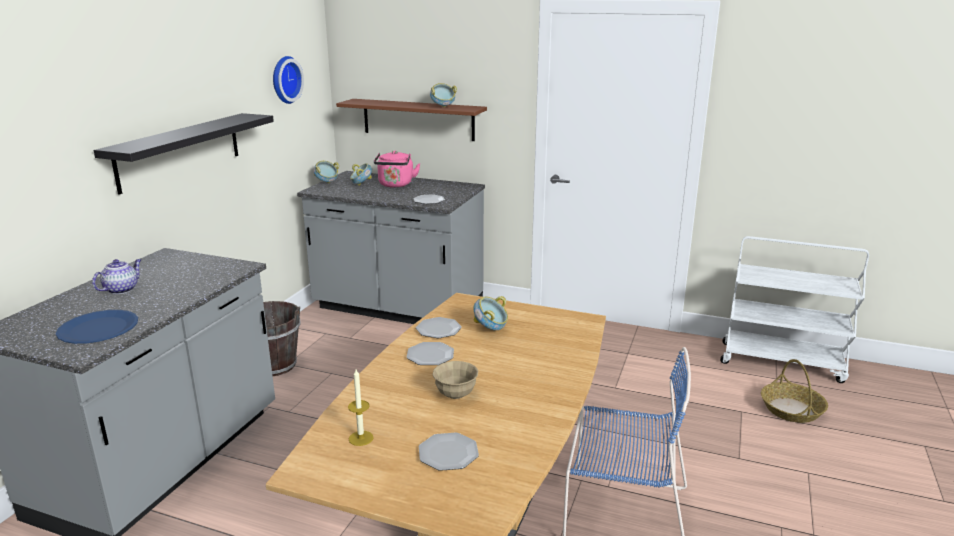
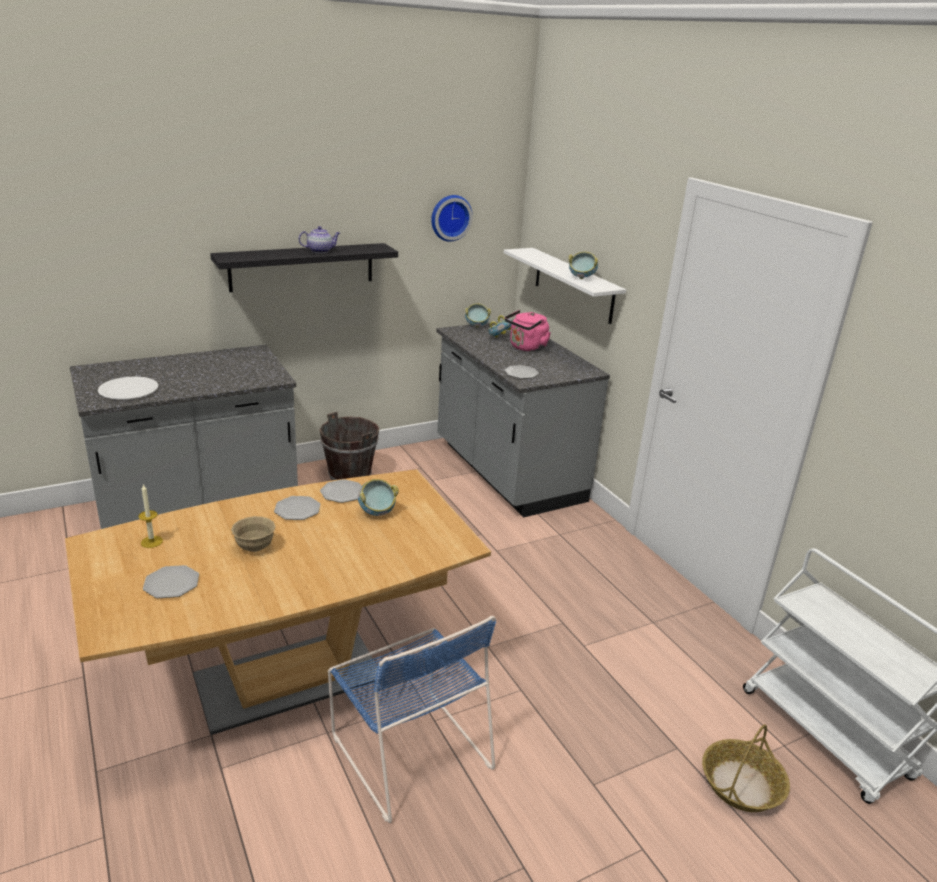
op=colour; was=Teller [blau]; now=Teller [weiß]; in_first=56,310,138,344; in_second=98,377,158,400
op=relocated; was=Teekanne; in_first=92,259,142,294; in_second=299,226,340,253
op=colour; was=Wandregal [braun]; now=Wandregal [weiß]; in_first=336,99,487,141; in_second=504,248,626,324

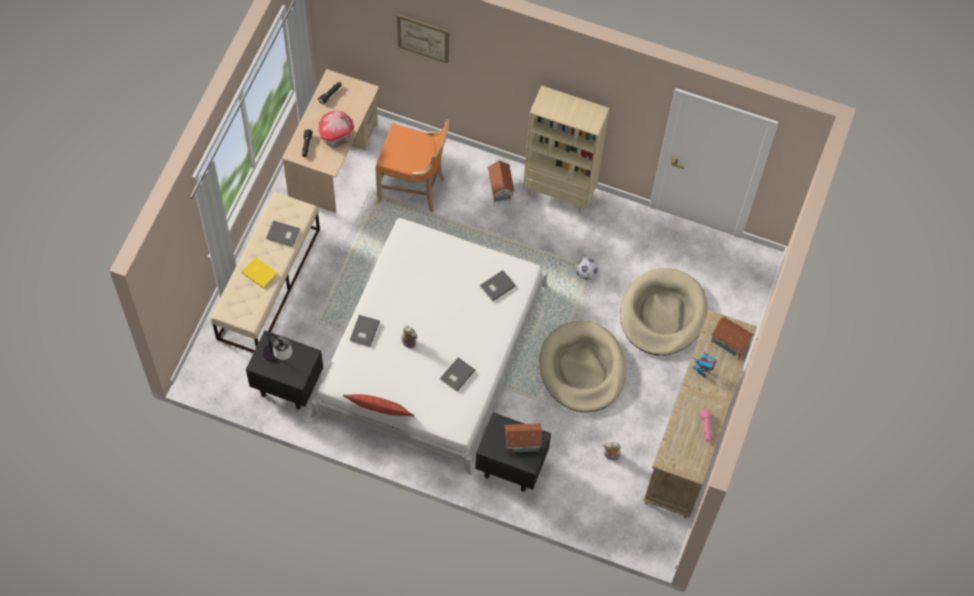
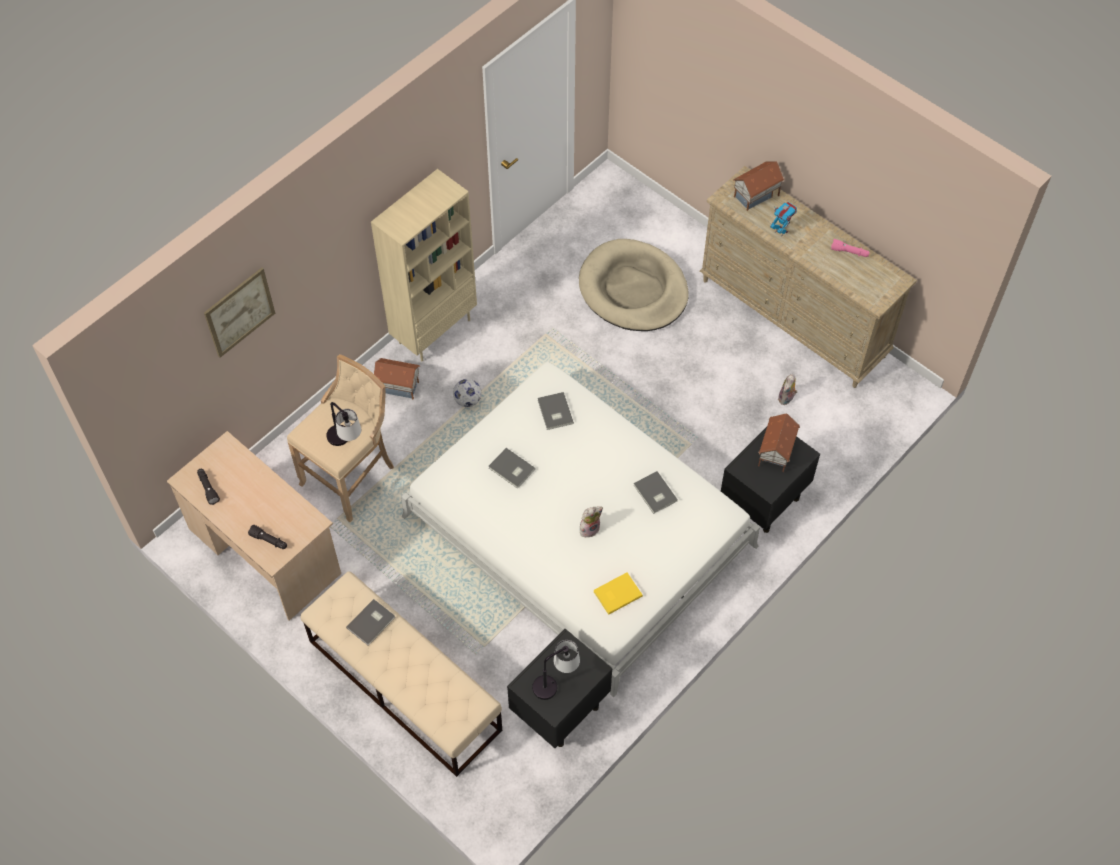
op=colour; was=Hocker [orange]; now=Hocker [beige]; in_first=375,119,449,212; in_second=287,354,394,522
op=appeared; now=Tischlampe; in_second=326,402,361,446
op=relocated; was=Fußball; in_first=576,258,599,280; in_second=453,379,482,407
op=relocated; was=Buch [grau]; in_first=350,315,380,347; in_second=489,448,535,489
op=relocated; was=Buch [gelb]; in_first=242,257,278,289; in_second=594,572,643,615
op=missing; was=Spielzeughaus; in_first=319,111,354,148
op=missing; was=Kissen; in_first=343,394,415,417
op=missing; was=Hundebett [beige]; in_first=539,320,626,412

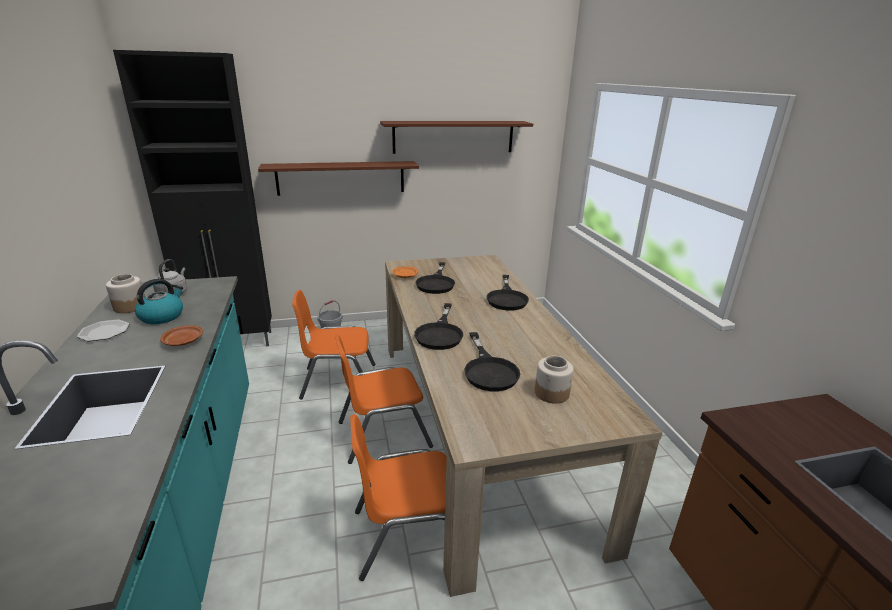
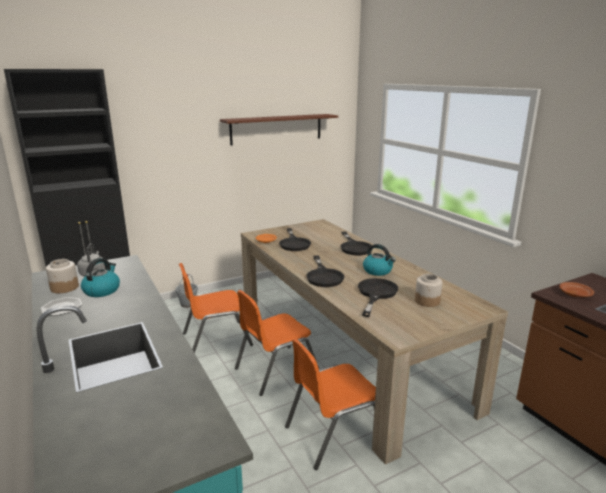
op=spun; was=Pfanne [schwarz]; in_first=464,332,520,391; in_second=358,278,398,317; clockwise=-135
op=appeared; now=Wasserkessel; in_second=363,244,396,276
op=relocated; was=Teller [braun]; in_first=160,325,203,346; in_second=559,282,594,297
op=missing; was=Wandregal [braun]; in_first=258,161,419,196

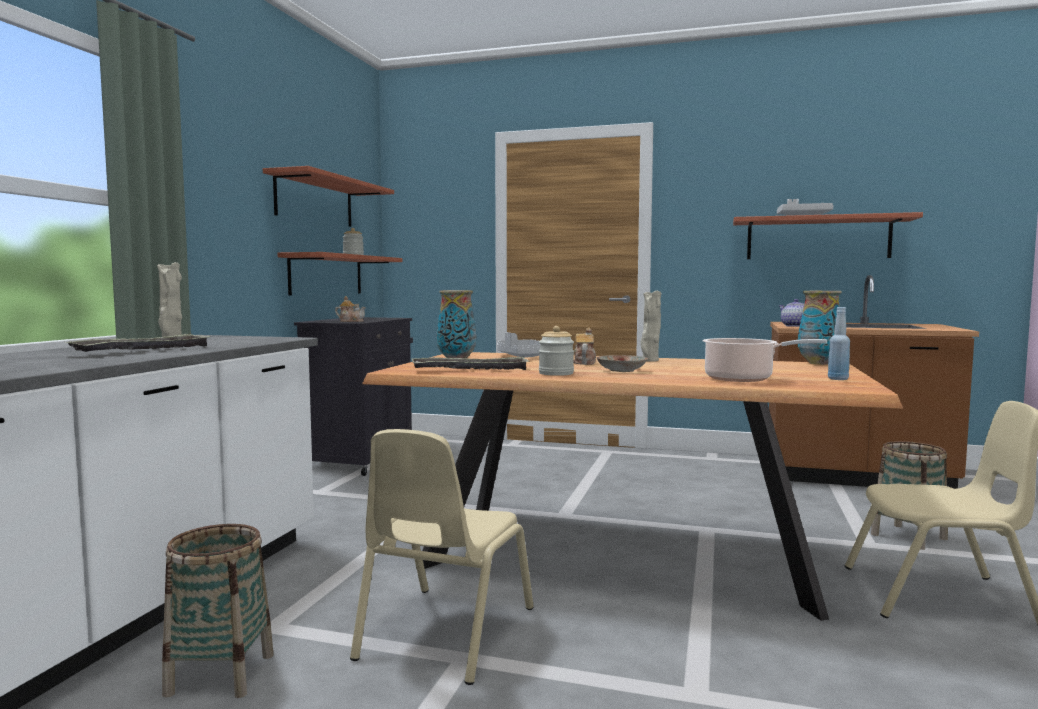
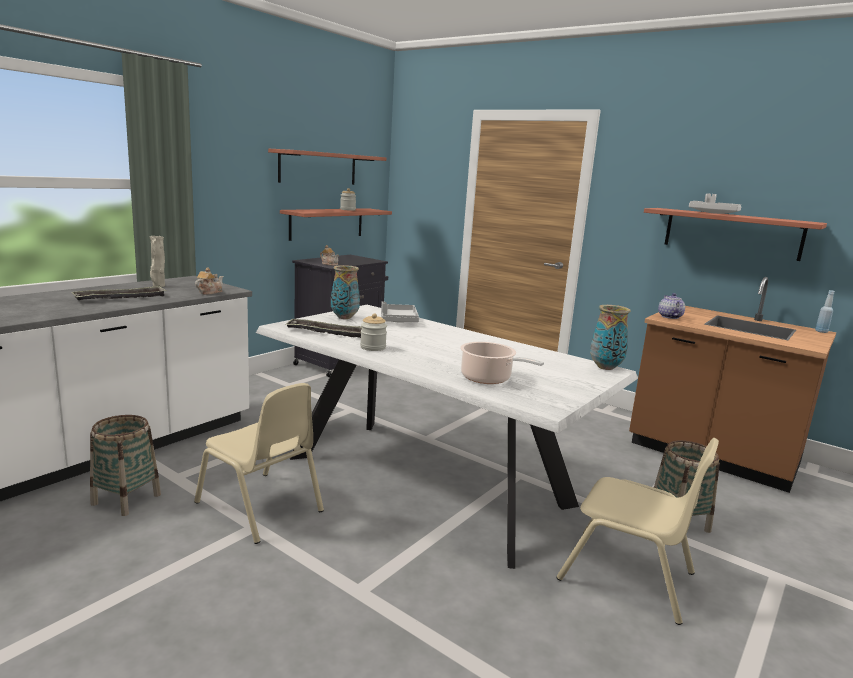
op=spun; was=Stuhl [beige]; in_first=350,429,534,685; in_second=194,383,324,544; clockwise=-90
op=relocated; was=Teekanne; in_first=574,328,596,365; in_second=195,268,223,295
op=colour; was=Esstisch [braun]; now=Esstisch [weiß]; in_first=362,352,903,621; in_second=256,305,638,569
op=relocated; was=Flasche [blau]; in_first=828,307,850,380; in_second=815,290,835,333
op=missing; was=Teller; in_first=596,355,648,372
op=missing; was=Vase [beige]; in_first=640,291,662,362

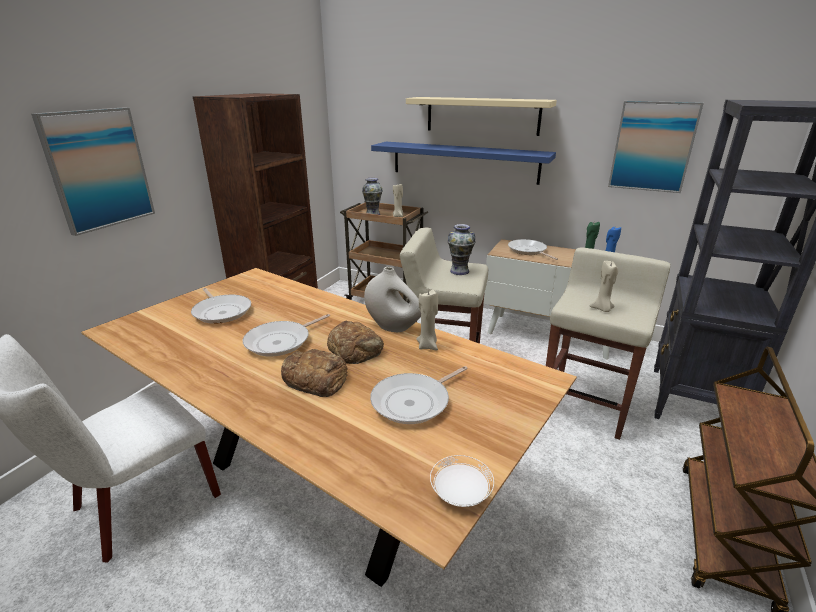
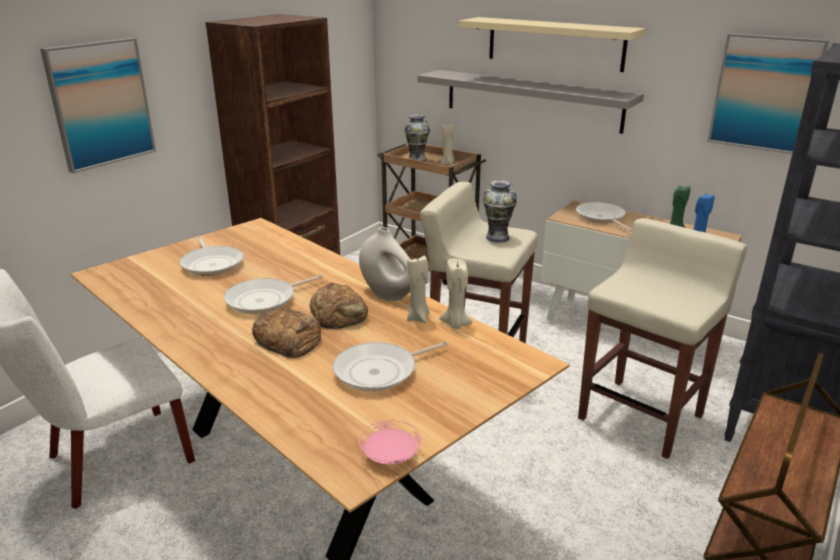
op=colour; was=Teller [weiß]; now=Teller [rosa]; in_first=430,455,494,507; in_second=359,420,422,464
op=colour; was=Wandregal [blau]; now=Wandregal [grau]; in_first=371,142,556,185; in_second=418,70,644,134
op=relocated; was=Kerze [beige]; in_first=590,261,618,312; in_second=439,259,473,329

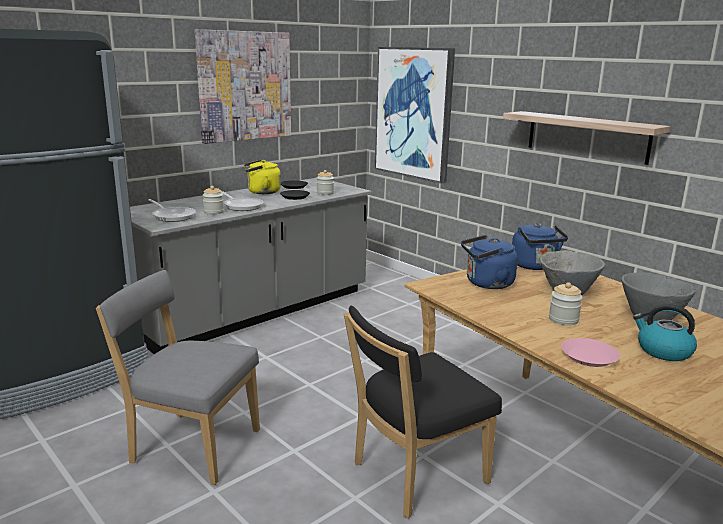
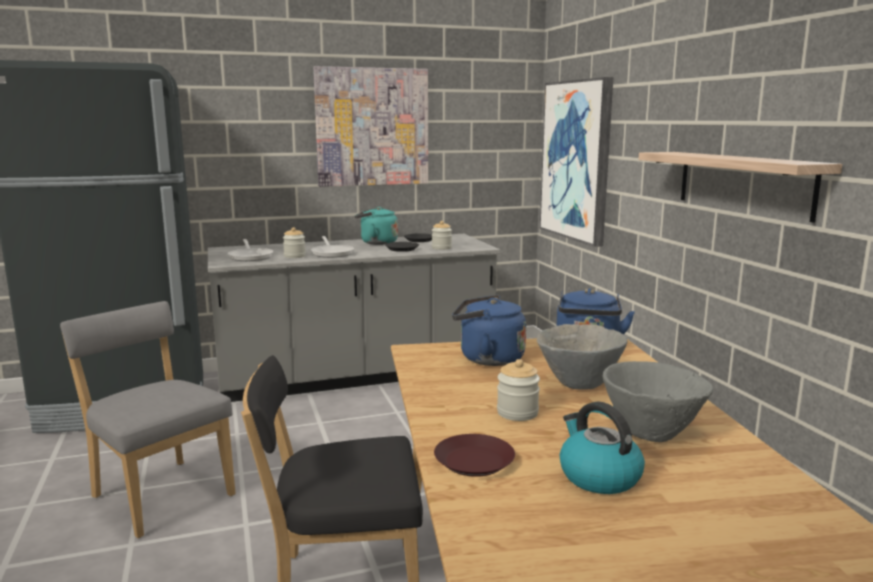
op=colour; was=Wasserkessel [gelb]; now=Wasserkessel [türkis]; in_first=244,160,281,194; in_second=355,207,398,245
op=colour; was=Teller [rosa]; now=Teller [braun]; in_first=561,338,620,367; in_second=434,434,515,477

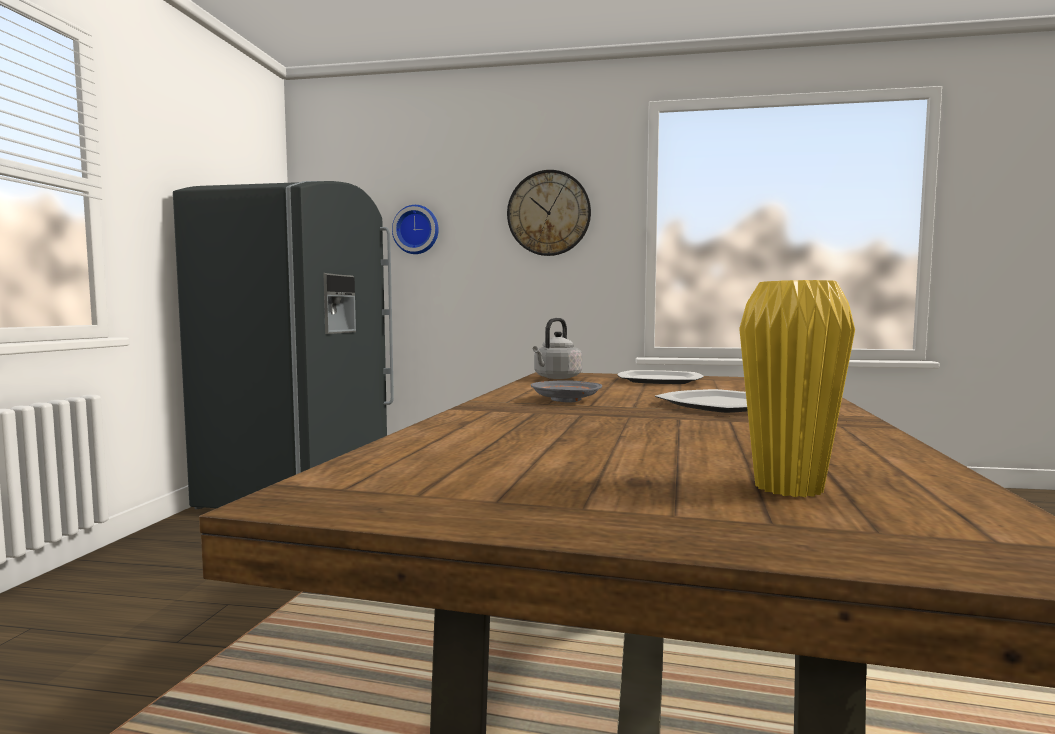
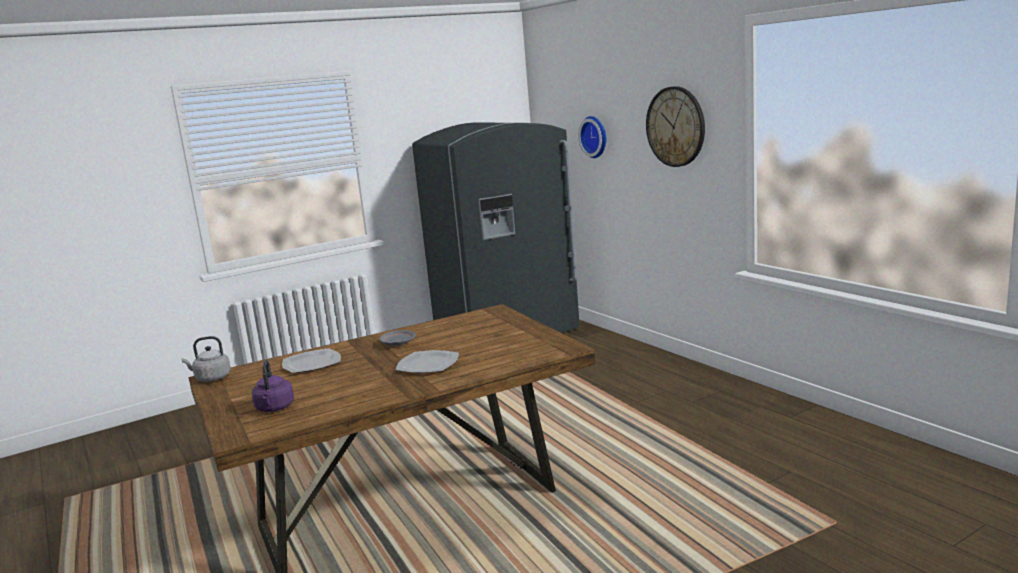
op=relocated; was=Wasserkessel [grau]; in_first=533,318,582,379; in_second=181,336,231,382
op=exchanged; was=Vase [gelb]; now=Wasserkessel [lila]; in_first=739,280,855,497; in_second=252,360,294,412
op=relocated; was=Teller; in_first=617,370,703,384; in_second=282,349,341,373

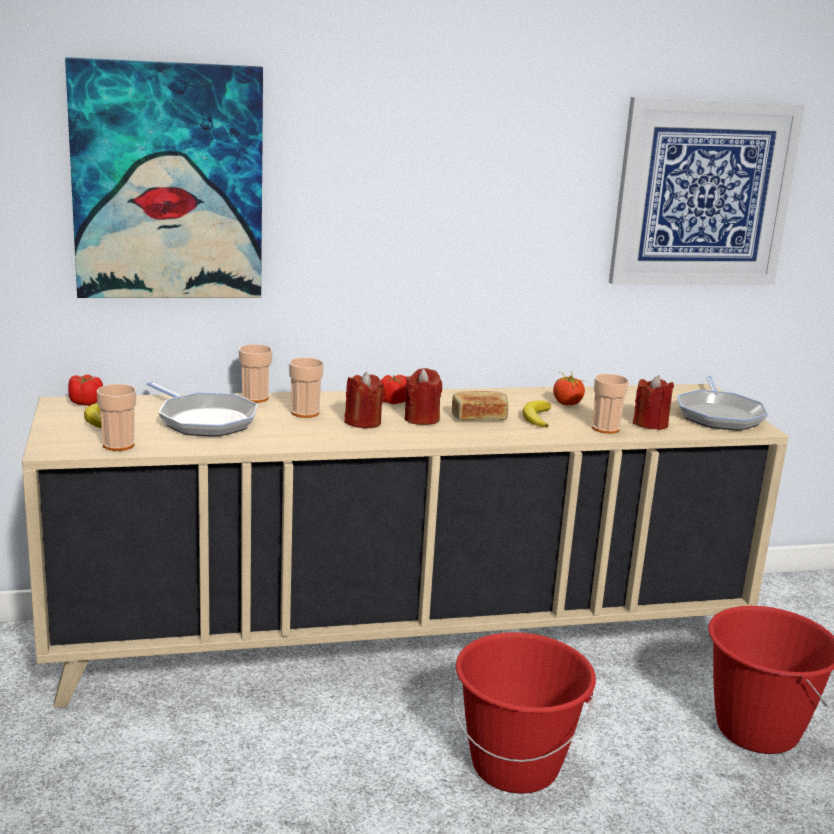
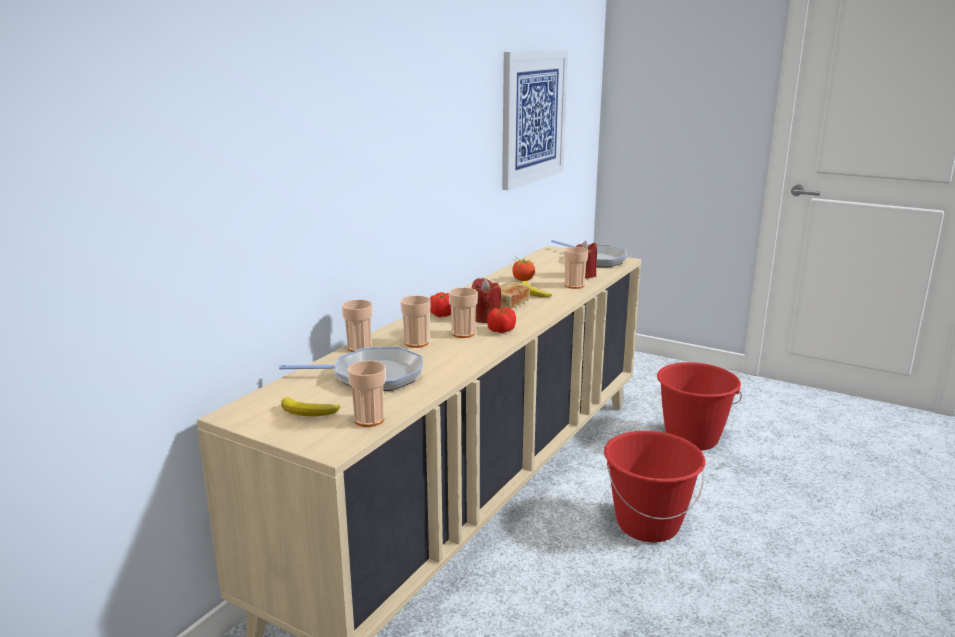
op=exchanged; was=Kerze [rot]; now=Tasse; in_first=344,372,385,428; in_second=449,288,478,338
op=relocated; was=Tomate; in_first=68,375,103,406; in_second=487,307,516,333
op=missing; was=Bild; in_first=65,57,263,298

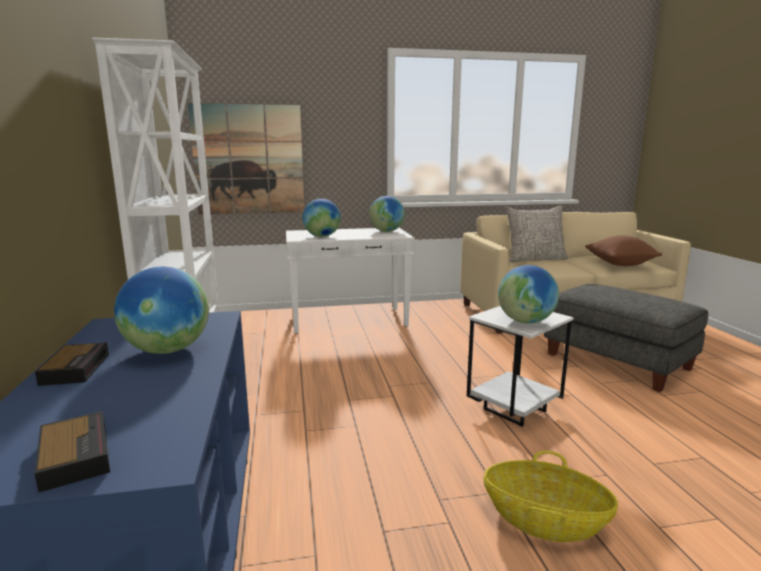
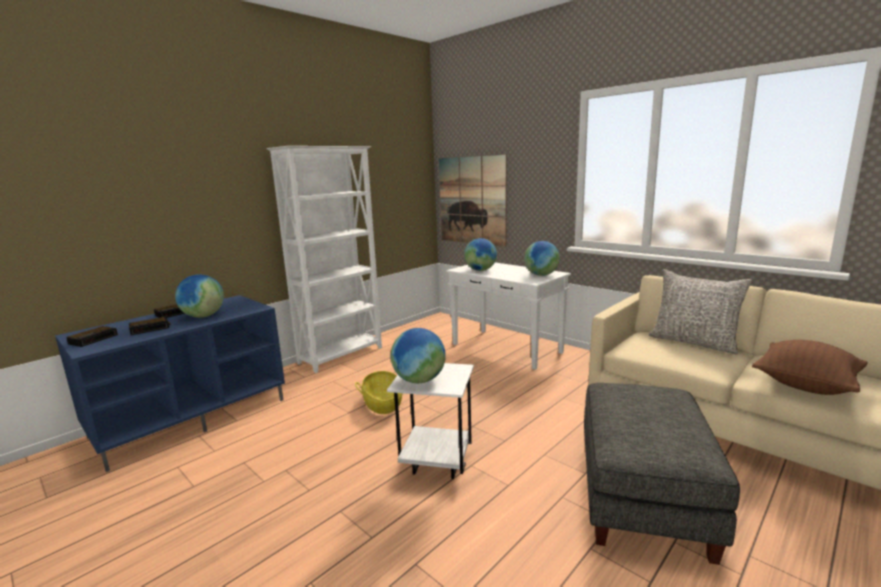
op=appeared; now=Wecker; in_second=129,317,171,335
op=relocated; was=Korb; in_first=484,451,618,542; in_second=355,371,403,414

